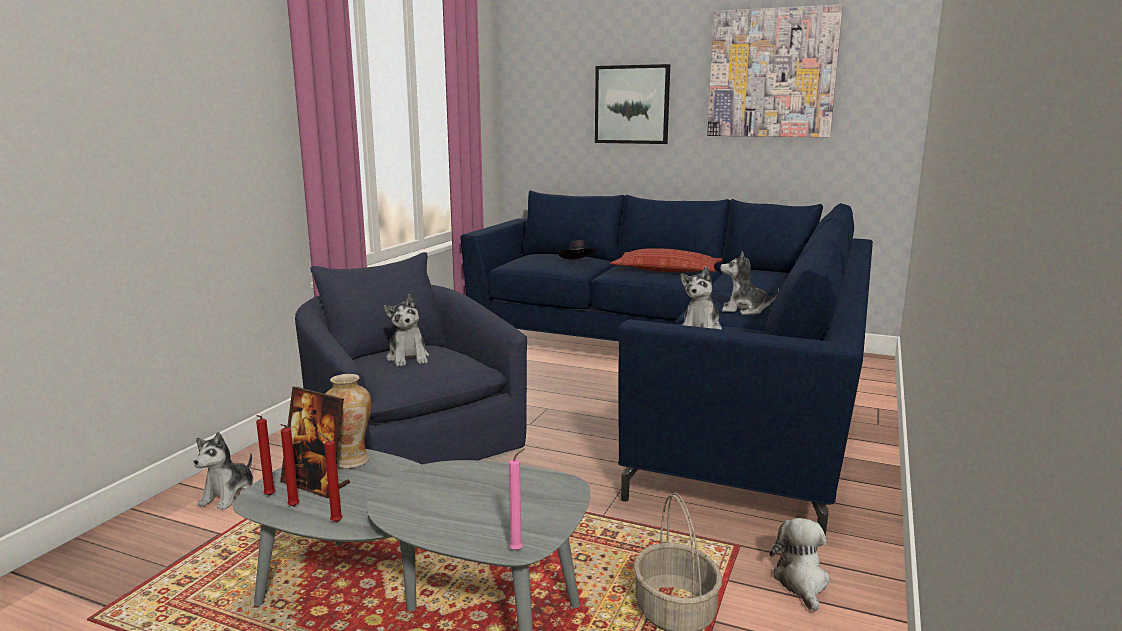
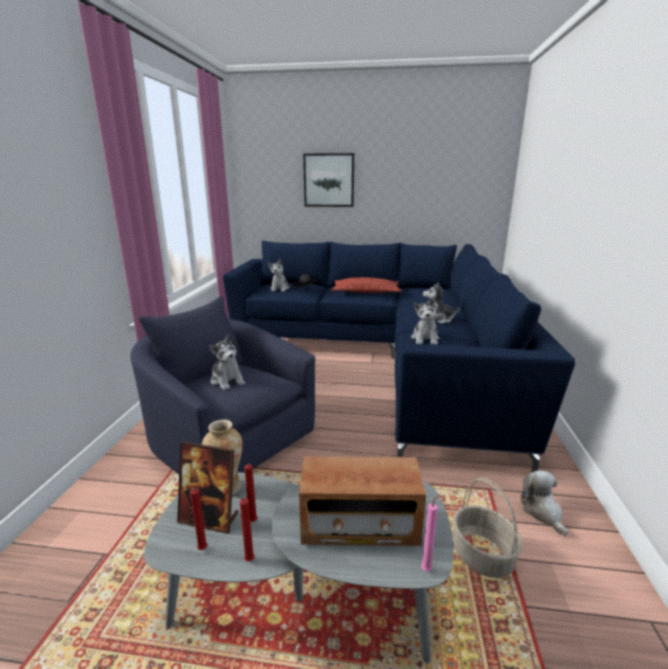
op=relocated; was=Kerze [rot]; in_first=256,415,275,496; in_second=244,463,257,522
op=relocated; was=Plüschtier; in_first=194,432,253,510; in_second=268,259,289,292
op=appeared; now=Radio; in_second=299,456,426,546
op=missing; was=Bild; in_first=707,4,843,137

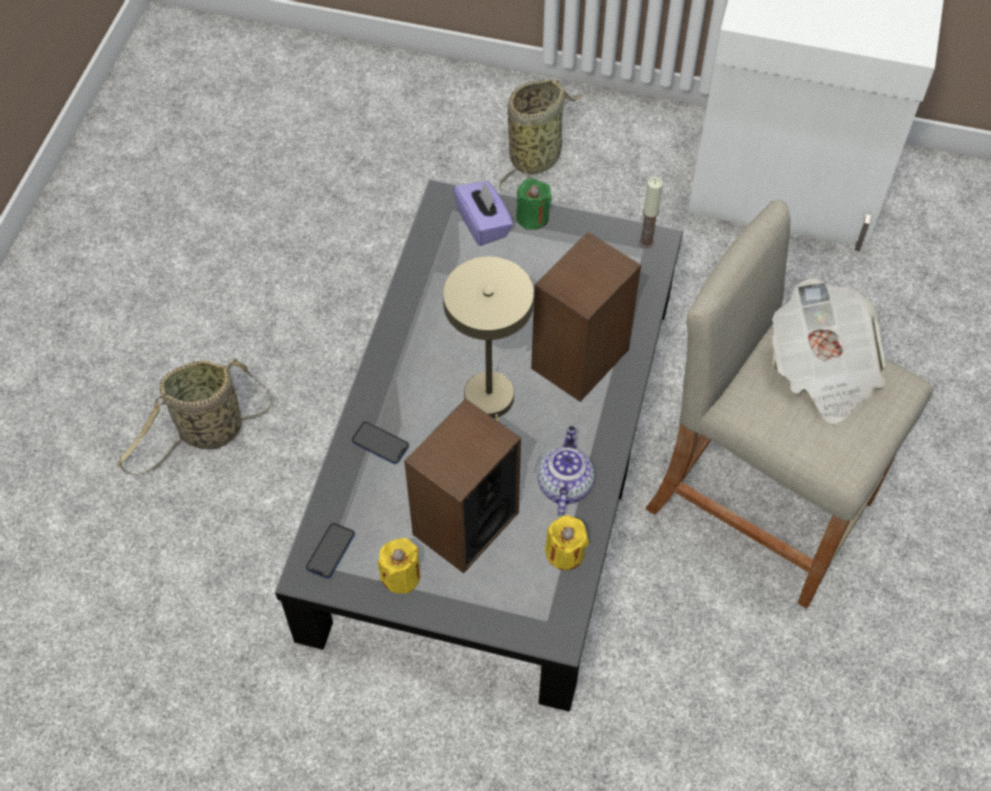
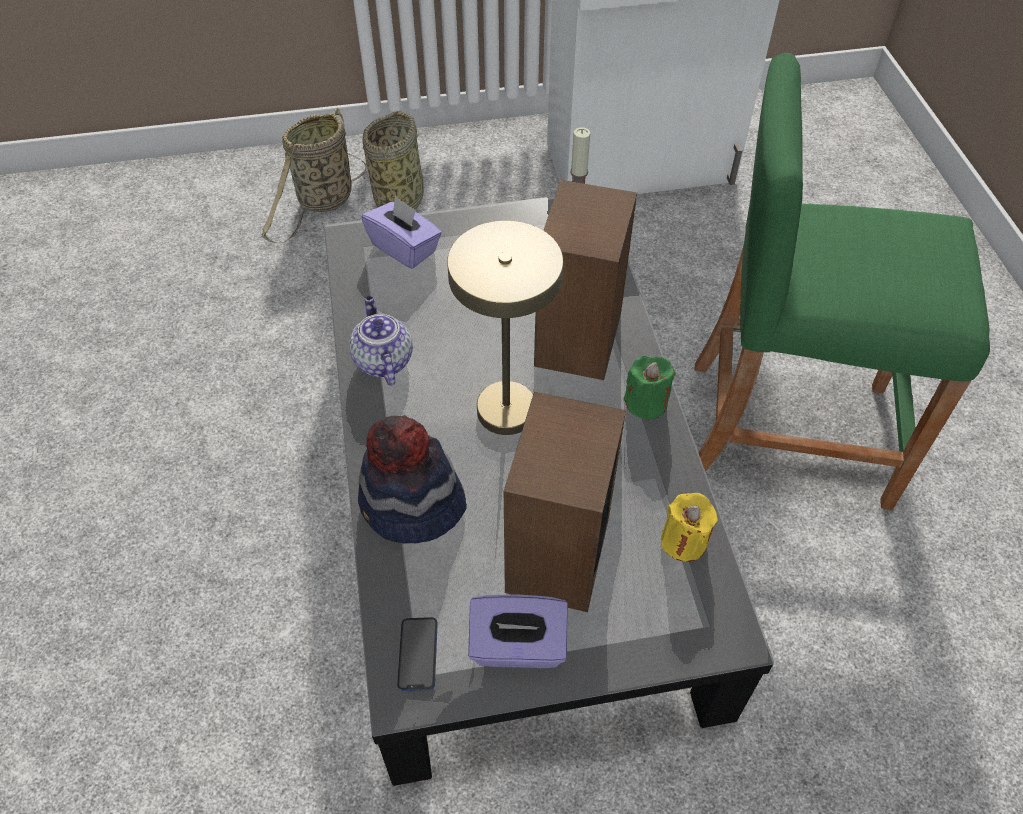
op=relocated; was=Korb; in_first=117,358,273,476; in_second=261,108,367,244
op=relocated; was=Teekanne; in_first=537,426,595,517; in_second=349,296,413,386
op=exchanged; was=Handy; now=Hut; in_first=352,421,409,464; in_second=358,415,467,544
op=exchanged; was=Kerze [gelb]; now=Taschentuchbox [lila]; in_first=378,538,420,594; in_second=468,595,568,668
op=relocated; was=Kerze [grün]; in_first=516,178,552,230; in_second=624,356,676,421
op=colour; was=Hocker [beige]; now=Hocker [grün]; in_first=645,200,933,609; in_second=694,53,990,510
op=missing; was=Zeitung; in_first=772,278,886,424

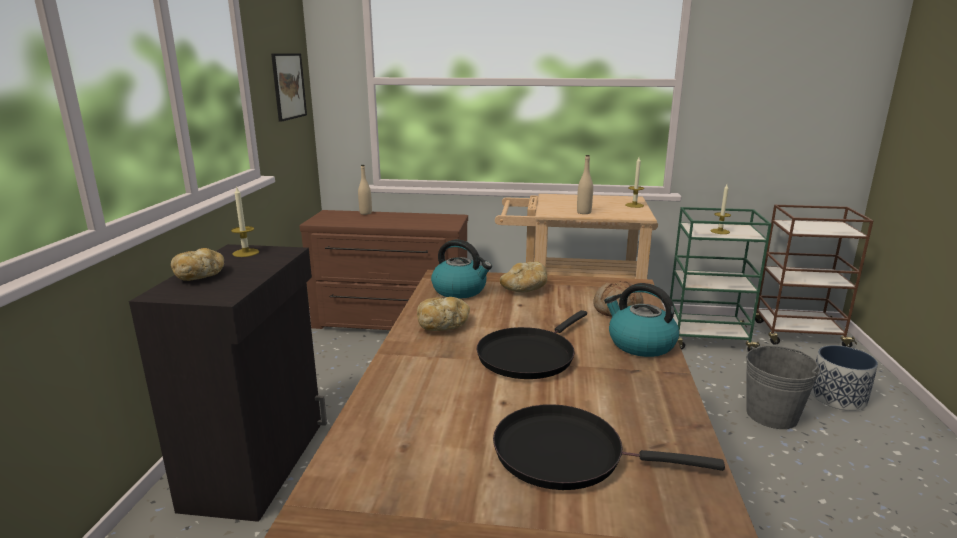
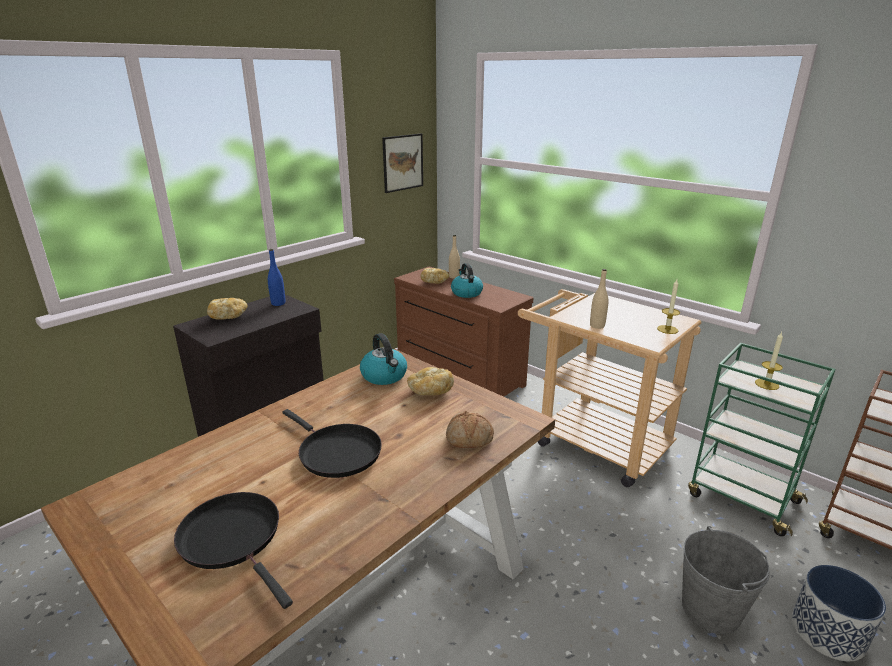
op=exchanged; was=Kerze; now=Flasche [blau]; in_first=231,186,259,257; in_second=268,249,285,306
op=spun; was=Pfanne [schwarz]; in_first=477,310,587,379; in_second=282,409,382,478; clockwise=-120
op=relocated; was=Brot; in_first=417,297,470,331; in_second=420,268,449,284
op=relocated; was=Wasserkessel; in_first=604,283,679,357; in_second=451,263,483,298

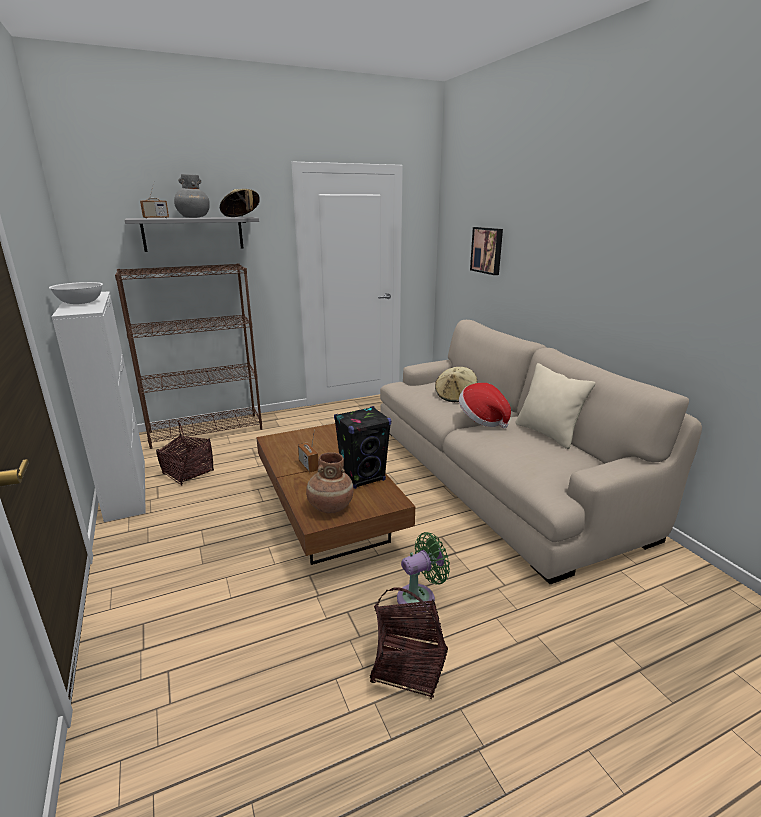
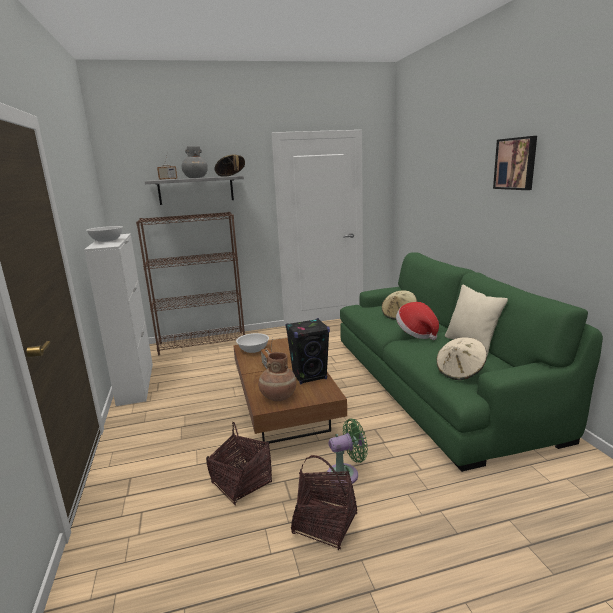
op=relocated; was=Korb; in_first=156,422,214,485; in_second=206,422,272,505
op=appeared; now=Schüssel [weiß]; in_second=236,333,269,353
op=colour; was=Sofa [beige]; now=Sofa [grün]; in_first=380,320,702,584; in_second=340,252,603,472
op=appeared; now=Hut [beige]; in_second=436,337,487,380
op=relocated; was=Bild; in_first=470,227,503,275; in_second=493,136,537,190

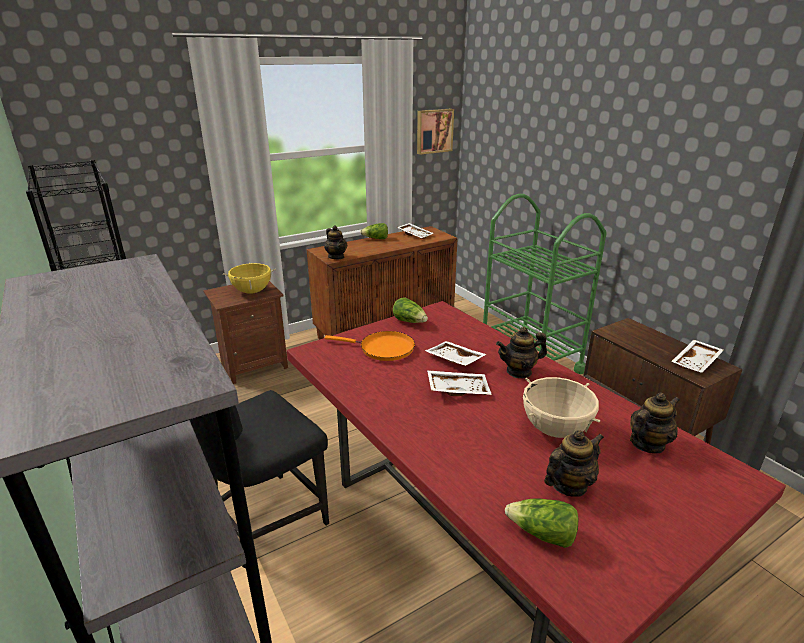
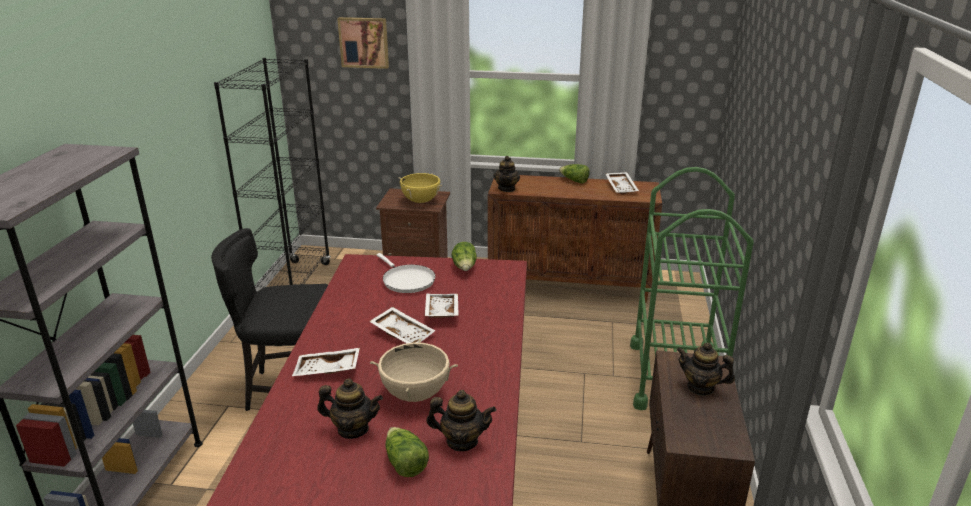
op=relocated; was=Tablett [weiß]; in_first=671,340,724,373; in_second=292,348,360,376
op=relocated; was=Bild; in_first=417,109,454,155; in_second=337,17,389,69
op=colour; was=Pfanne [orange]; now=Pfanne [weiß]; in_first=325,331,415,361; in_second=377,253,435,293
op=relocated; was=Salatkopf; in_first=505,498,578,548; in_second=385,427,429,477
op=relocated; was=Teekanne; in_first=496,327,547,378; in_second=677,343,735,396

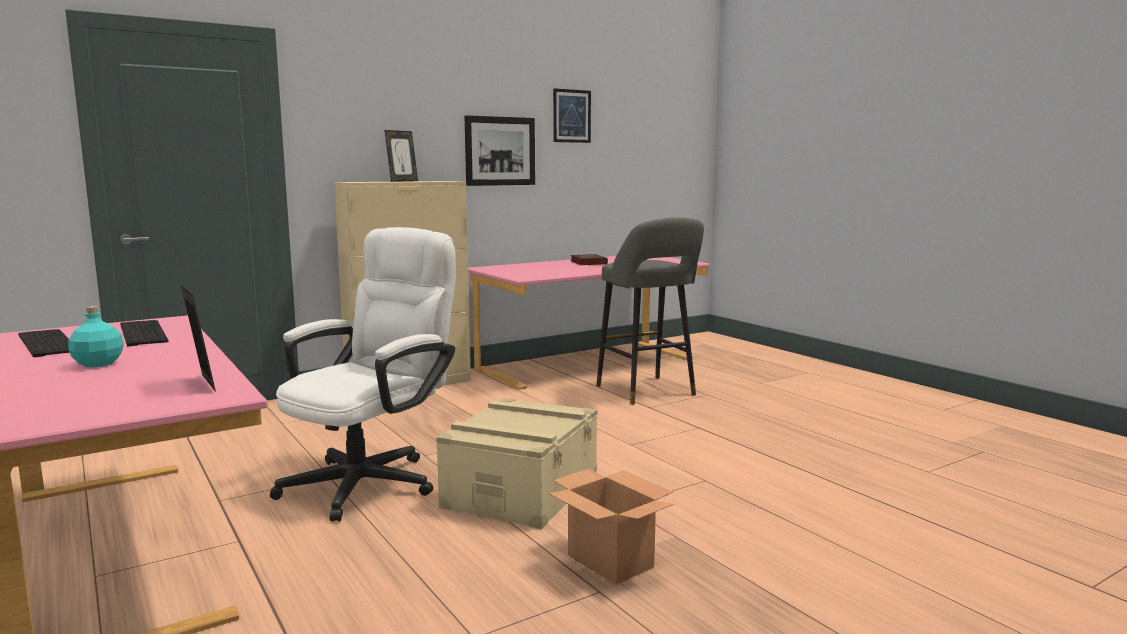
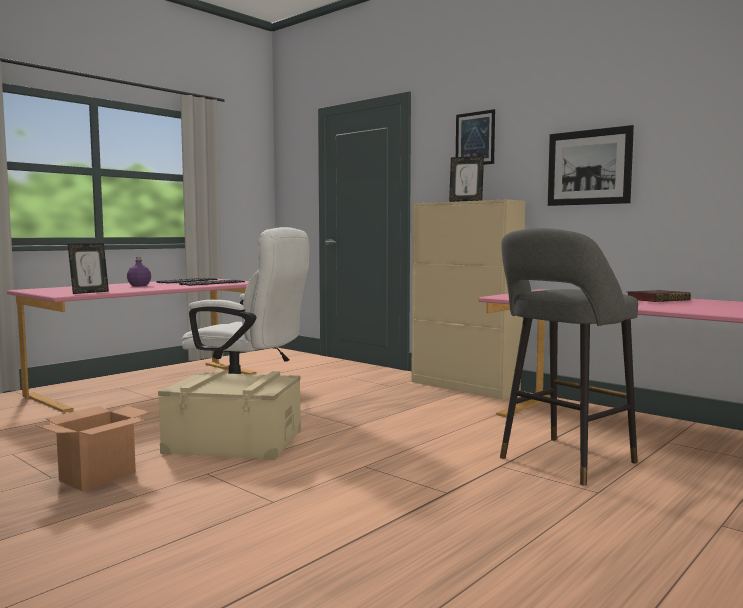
op=colour; was=Flasche [türkis]; now=Flasche [lila]; in_first=68,306,124,367; in_second=127,257,151,286
op=relocated; was=Bild; in_first=553,88,591,143; in_second=456,109,495,165

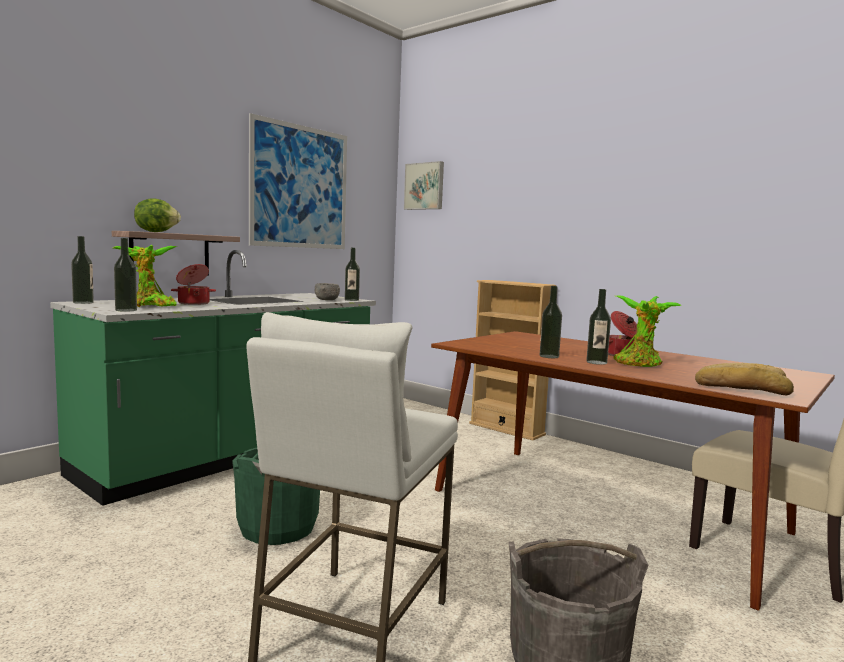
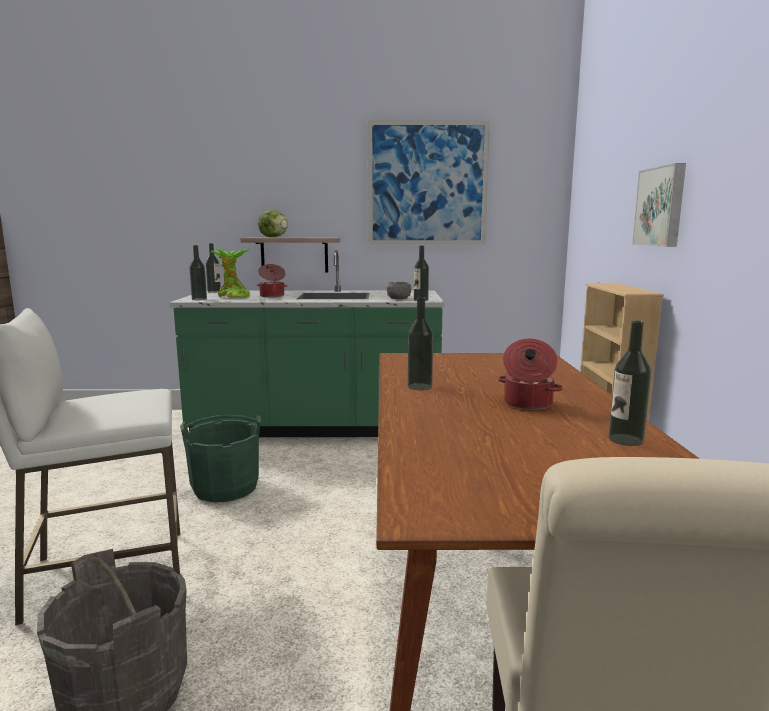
op=relocated; was=Flasche; in_first=586,289,611,365; in_second=608,321,651,446
op=relocated; was=Bild; in_first=404,161,444,210; in_second=632,163,686,247
op=missing; was=Topfpflanze; in_first=613,295,682,367
op=missing; was=Brot; in_first=695,363,794,396

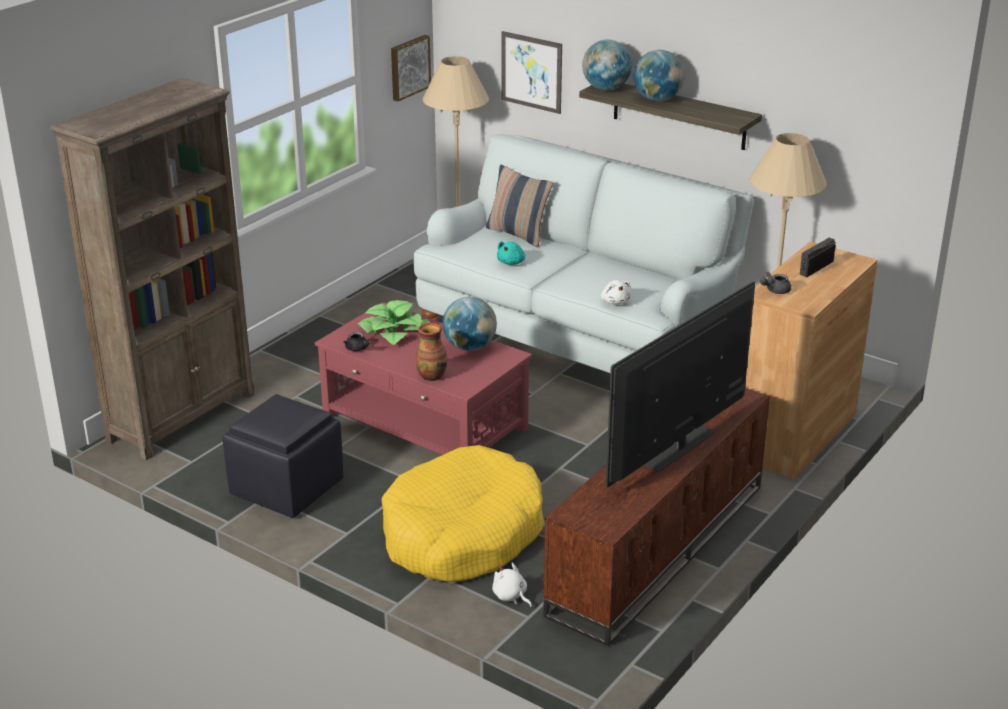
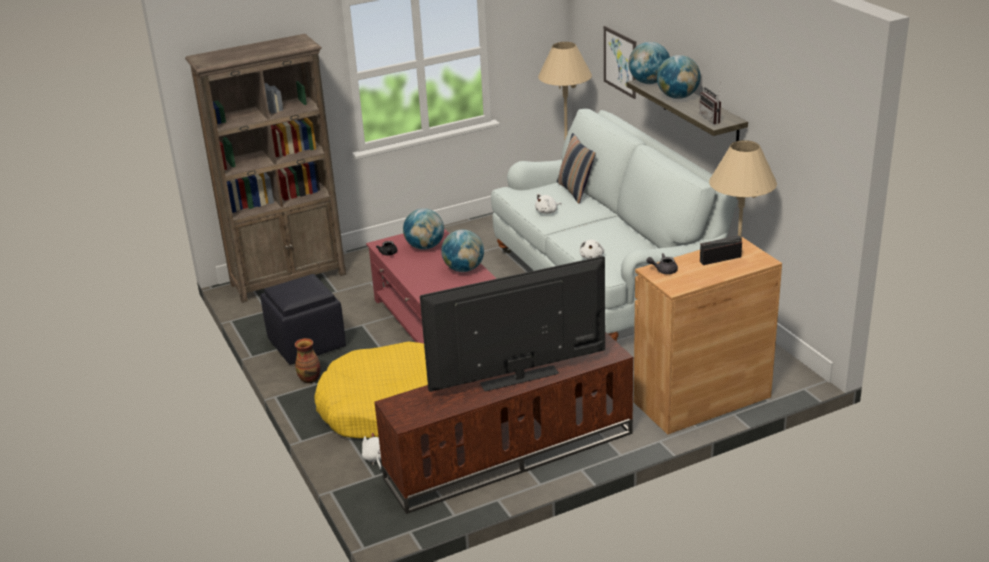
op=relocated; was=Vase; in_first=416,323,447,381; in_second=295,338,321,383
op=exchanged; was=Topfpflanze; now=Globus; in_first=358,300,430,345; in_second=403,208,444,250
op=colour; was=Plüschtier [türkis]; now=Plüschtier [weiß]; in_first=497,241,526,265; in_second=535,193,562,214
op=appeared; now=Radio; in_second=699,83,721,124
op=missing; was=Bild; in_first=391,35,431,101

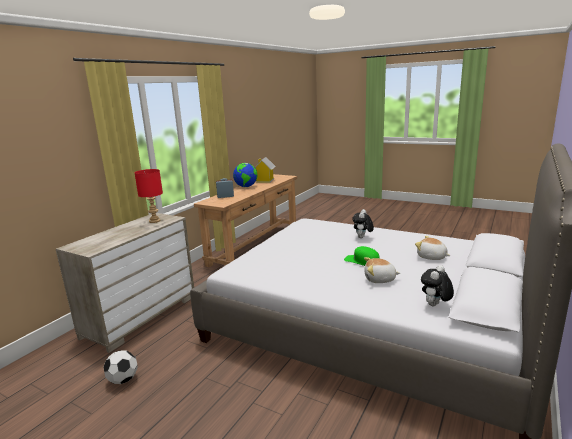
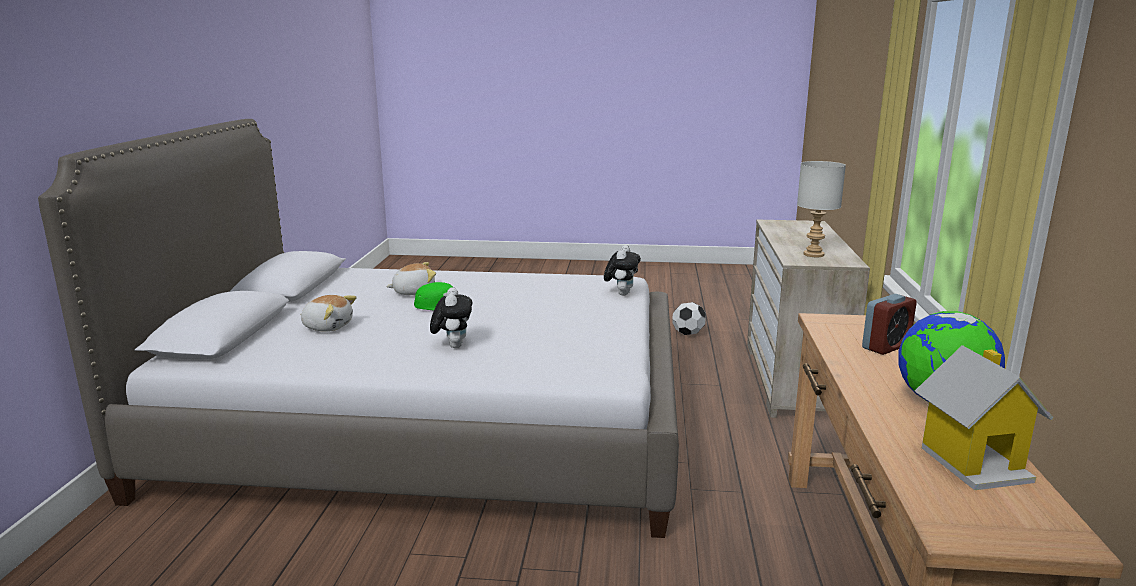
op=relocated; was=Plüschtier; in_first=421,265,454,306; in_second=604,245,641,296
op=colour; was=Tischlampe [rot]; now=Tischlampe [grau]; in_first=134,169,163,223; in_second=797,161,846,257

